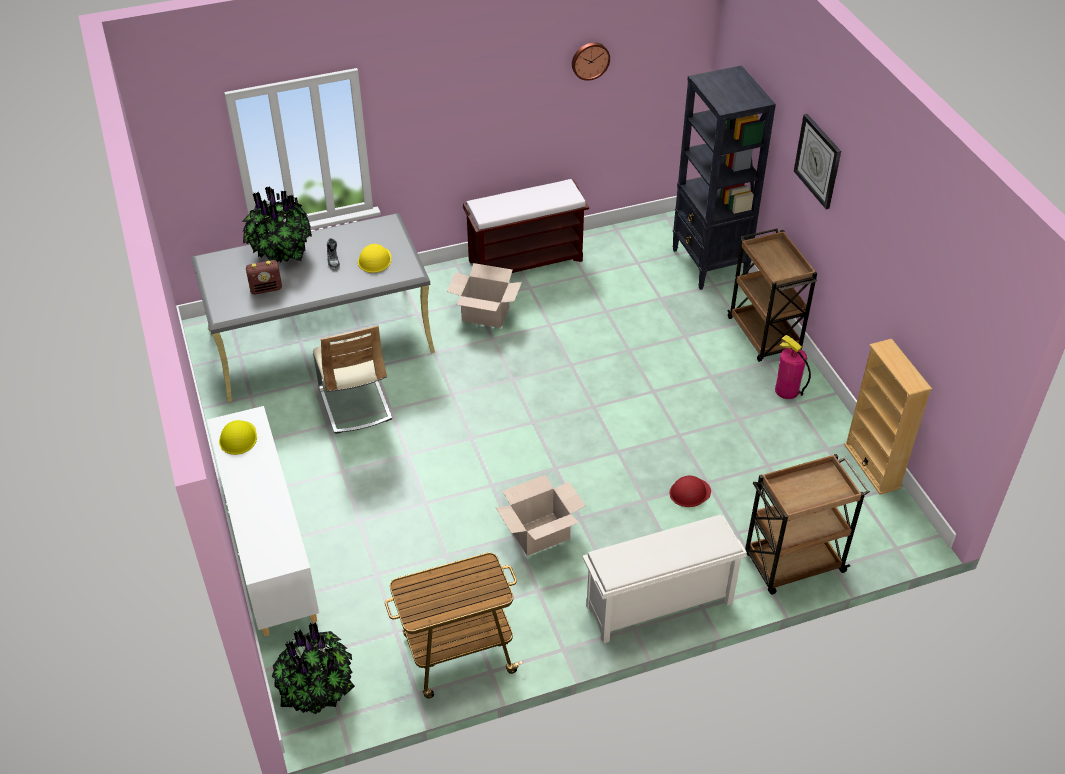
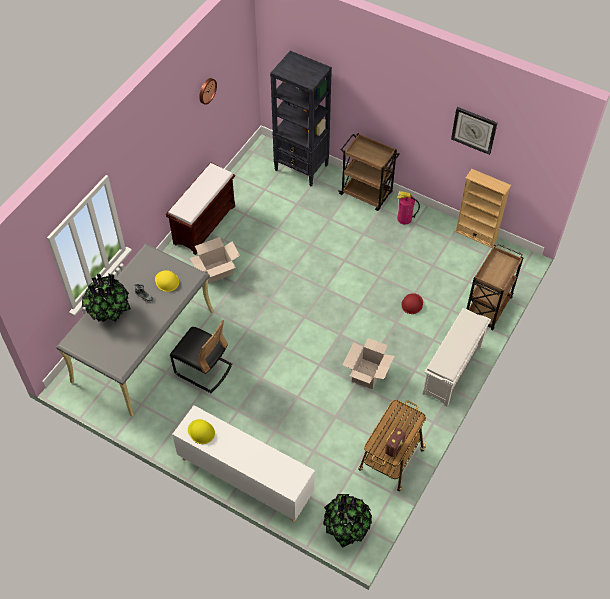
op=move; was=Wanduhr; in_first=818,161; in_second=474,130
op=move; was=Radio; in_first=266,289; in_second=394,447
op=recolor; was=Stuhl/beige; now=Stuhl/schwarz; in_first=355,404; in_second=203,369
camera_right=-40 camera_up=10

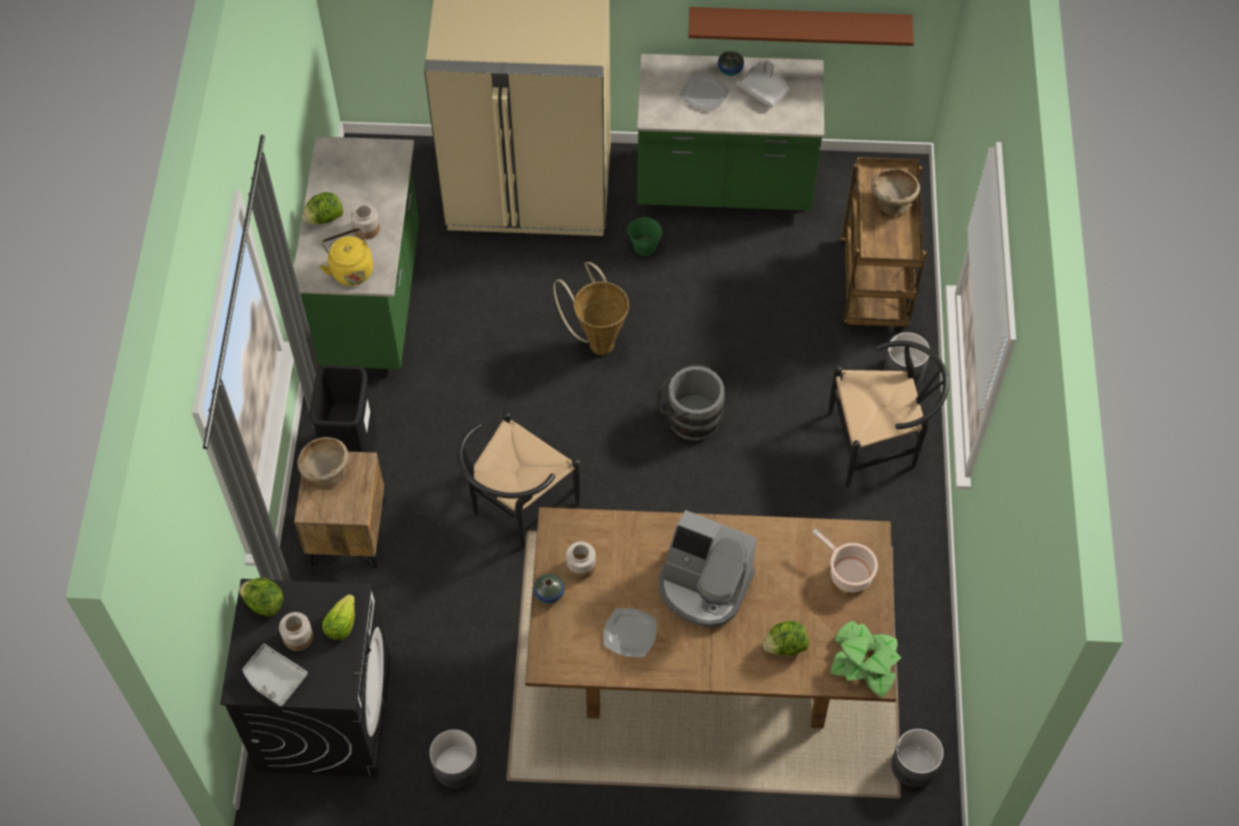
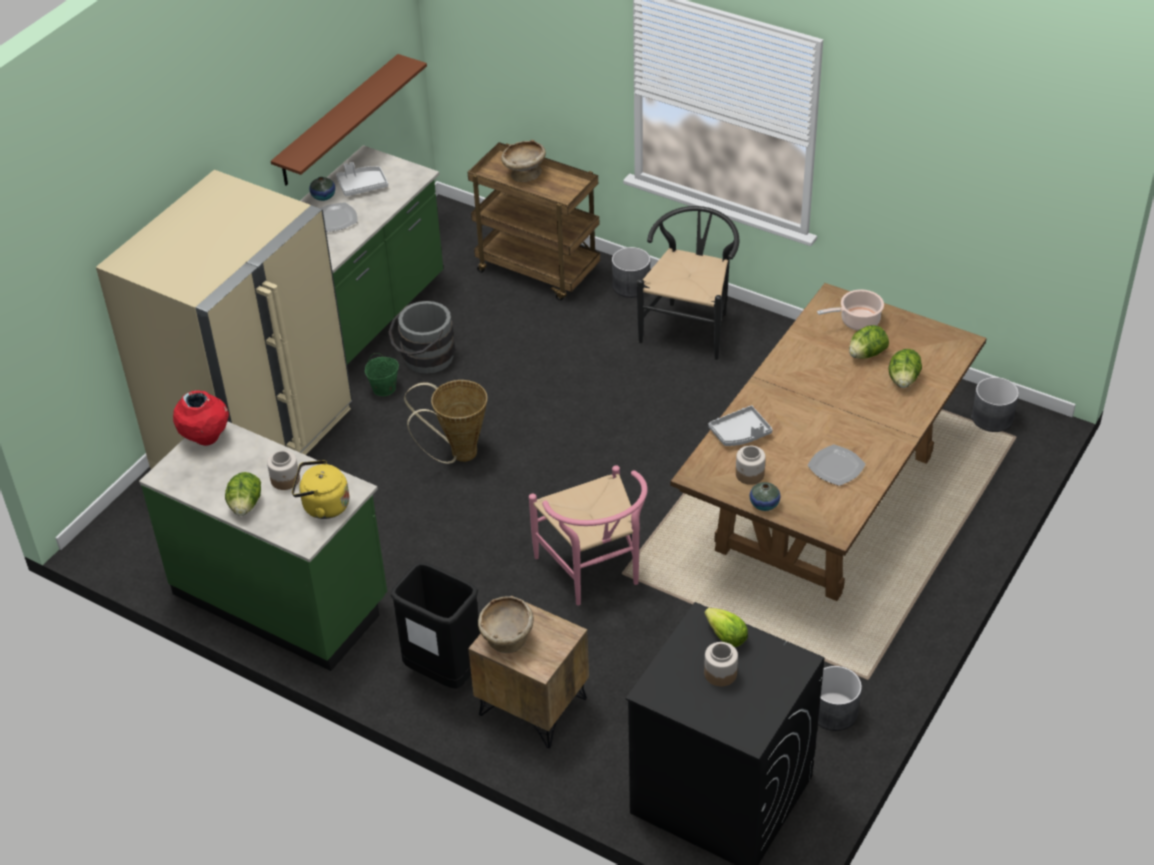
op=move; was=Eimer/grau; in_first=689,416; in_second=424,359
op=recolor; was=Stuhl/schwarz; now=Stuhl/rosa; in_first=516,510; in_second=595,573
op=delete; was=Kaffeemaschine; in_first=704,586
op=move; was=Salatkopf; in_first=264,603; in_second=866,354
op=delete; was=Topfpflanze; in_first=864,661
op=move; was=Tablett/grau; in_first=274,678; in_second=740,433
op=insert; now=Vase/rot; in_second=206,438
camera_right=-60 camera_up=-15

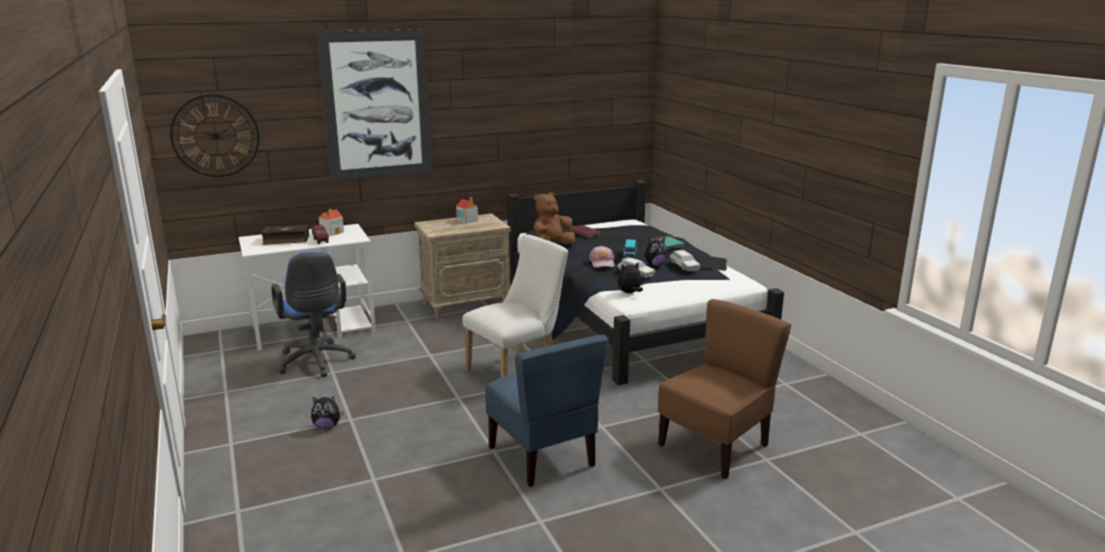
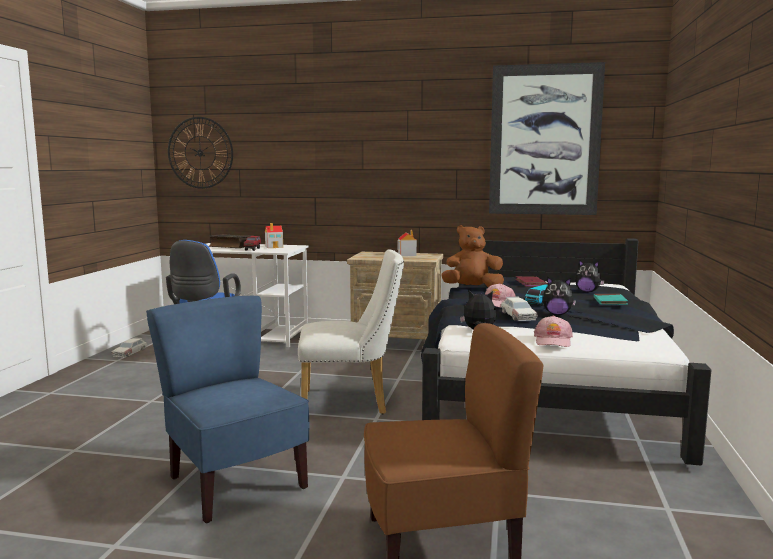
op=move; was=Bild; in_first=377,105; in_second=544,140
op=move; was=Spielzeugauto; in_first=684,265; in_second=130,352
op=rotate; was=Stuhl/blau; in_first=543,456; in_second=234,484; clockwise=135
op=move; was=Plüschtier; in_first=327,426; in_second=587,291
op=insert; now=Kappe/rosa; in_second=553,340
camera_right=35 camera_up=-10

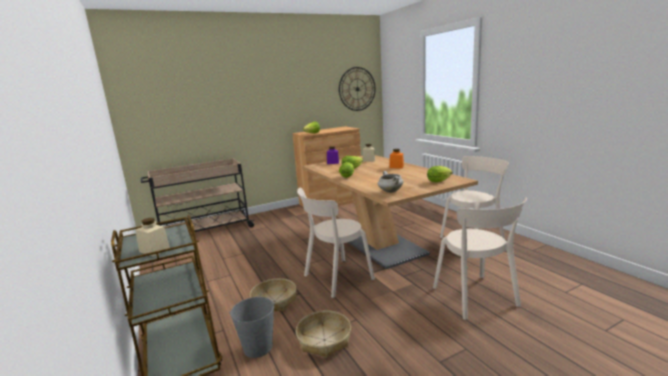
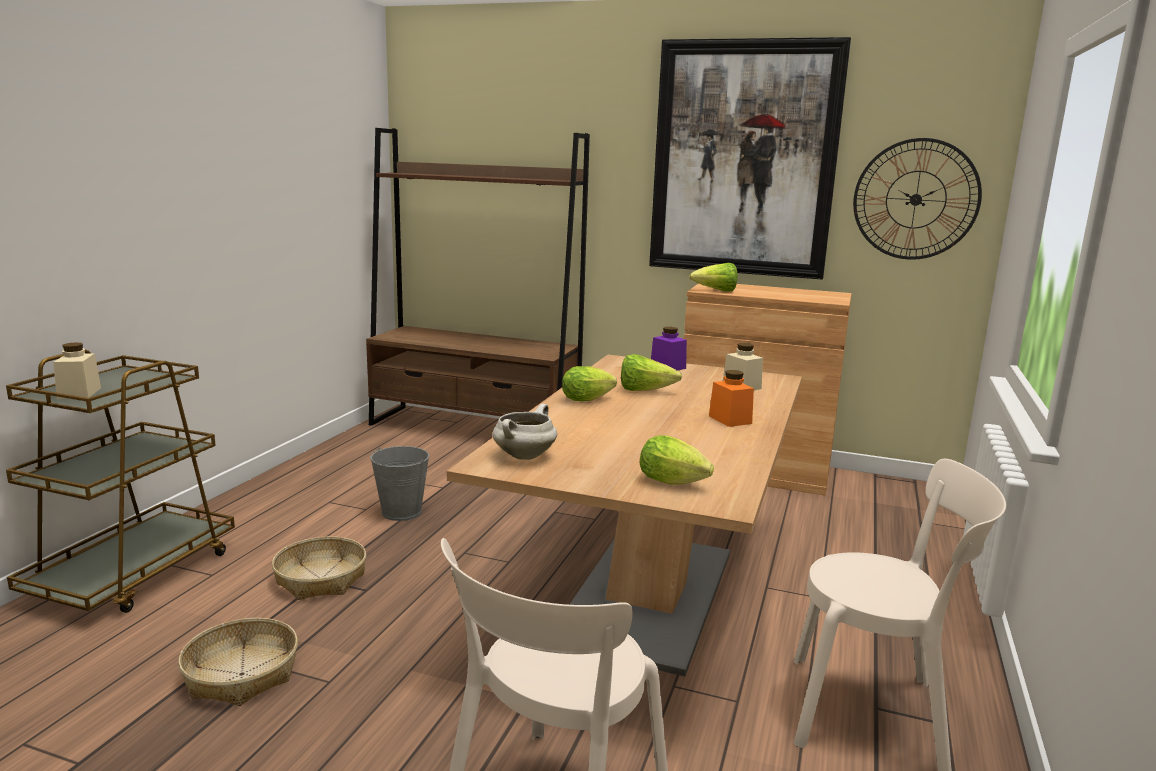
op=replace; was=Rollwagen/beige; now=Bücherregal/braun; in_first=204,231; in_second=474,429
op=delete; was=Stuhl/beige; in_first=335,278
op=move; was=Eimer/grau; in_first=258,347; in_second=402,512
op=insert; now=Bild; in_second=743,160
camera_right=45 camera_up=0

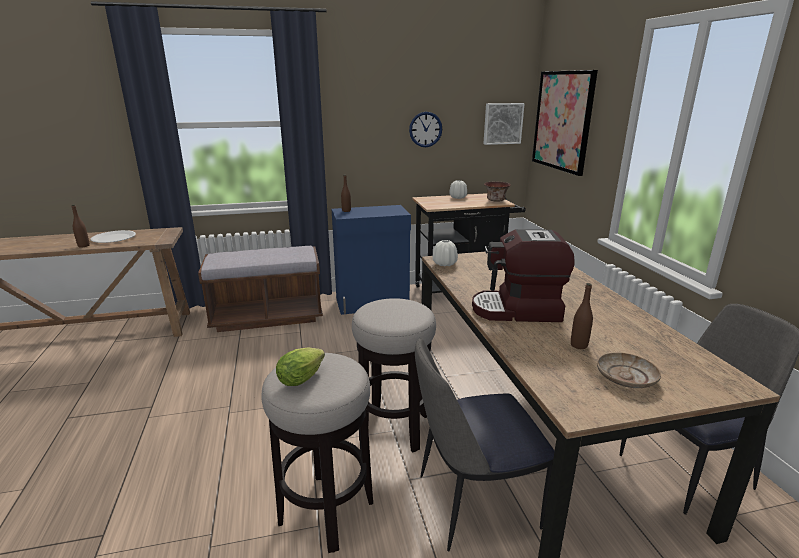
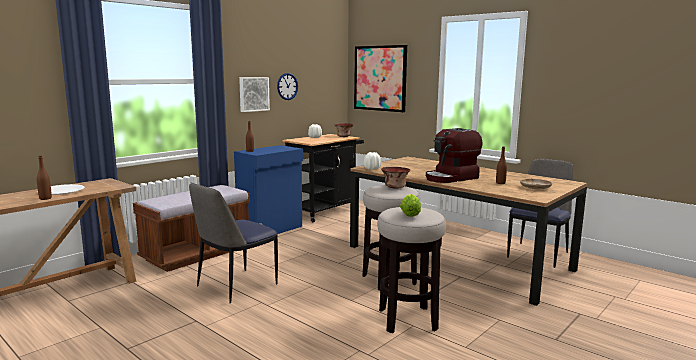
op=move; was=Bild; in_first=502,123; in_second=253,94
op=move; was=Stuhl; in_first=473,502; in_second=235,286
op=insert; now=Schüssel; in_second=394,187
camera_right=-35 camera_up=-10

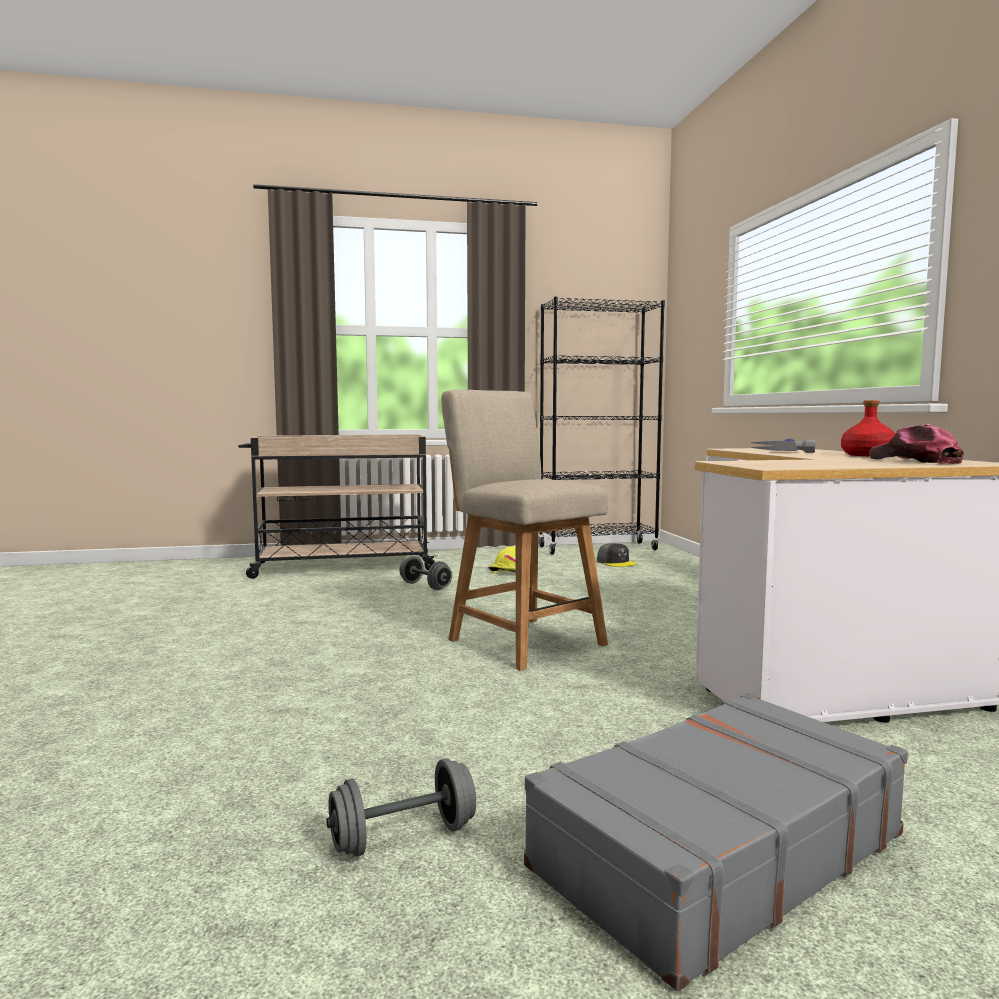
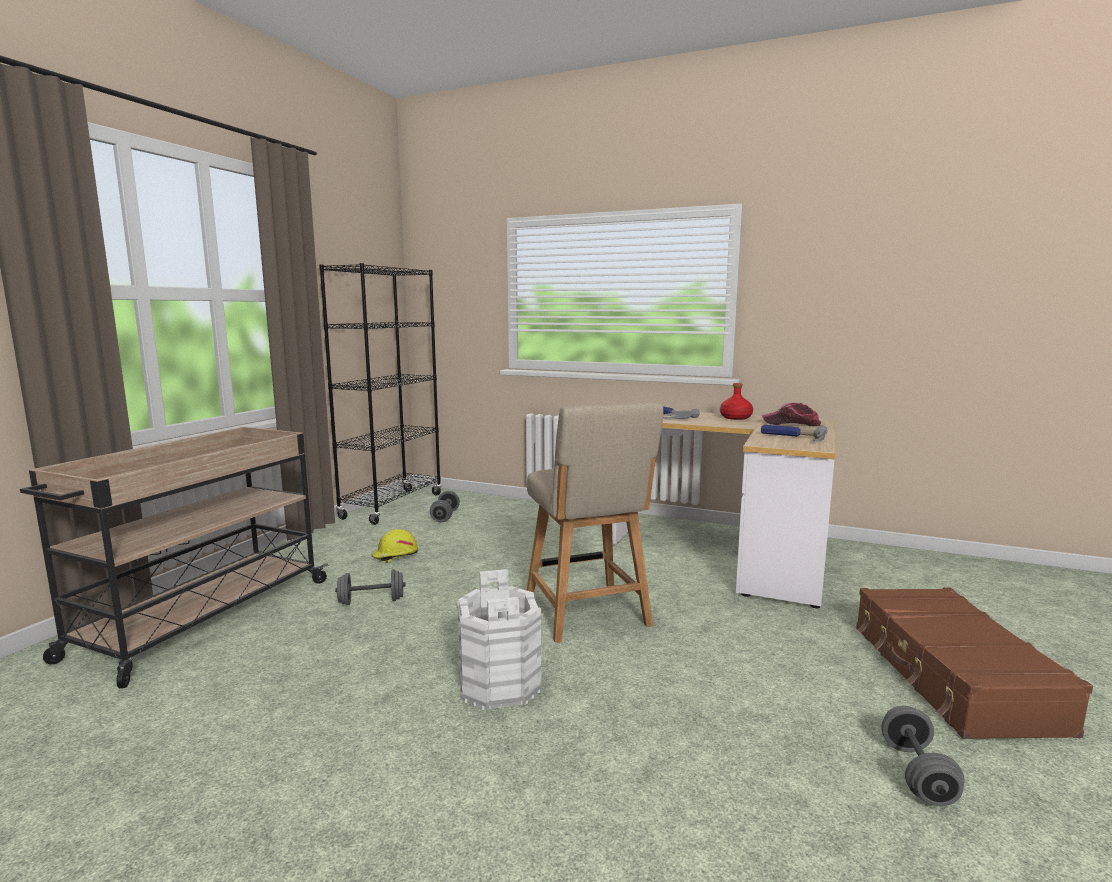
op=rotate; was=Stuhl/beige; in_first=522,640; in_second=588,614; clockwise=-105
op=replace; was=Kappe/grau; now=Hantel/grau; in_first=616,562; in_second=445,516
op=recolor; was=Koffer/grau; now=Koffer/braun; in_first=716,850; in_second=951,677
op=insert; now=Hammer; in_second=792,437
op=insert; now=Eimer/weiß; in_second=500,684
camera_right=-55 camera_up=5

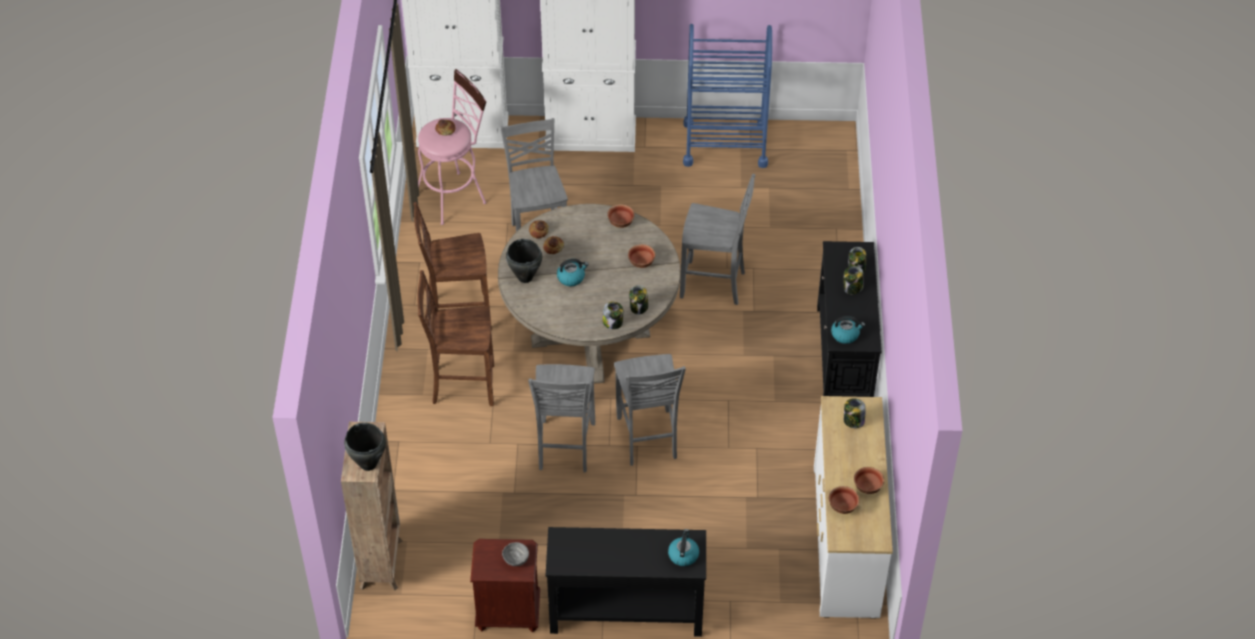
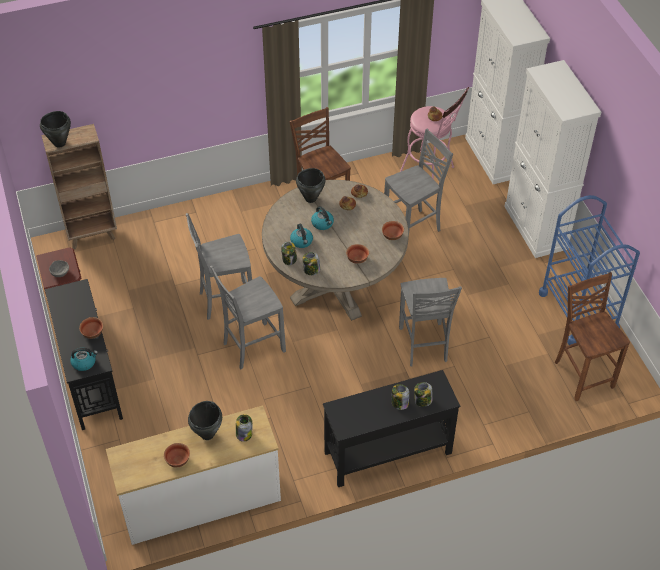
op=move; was=Stuhl/braun; in_first=461,385; in_second=582,374
op=move; was=Wasserkessel; in_first=845,334; in_second=302,241
op=move; was=Schüssel; in_first=843,506; in_second=93,333
op=insert; now=Kochtopf/schwarz; in_second=208,434
camera_right=70 camera_up=0

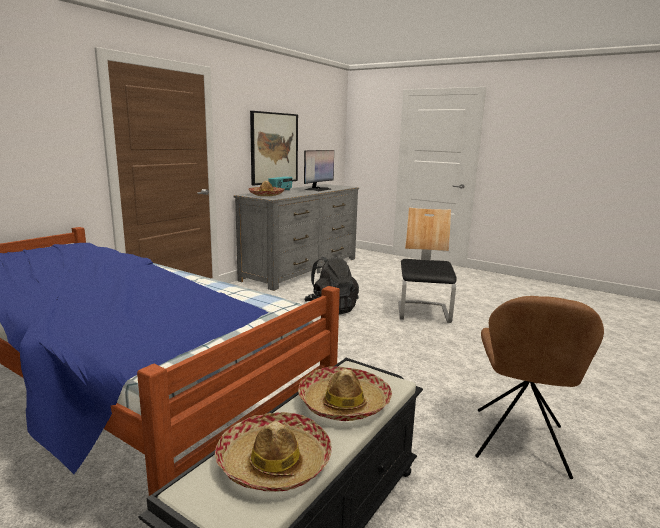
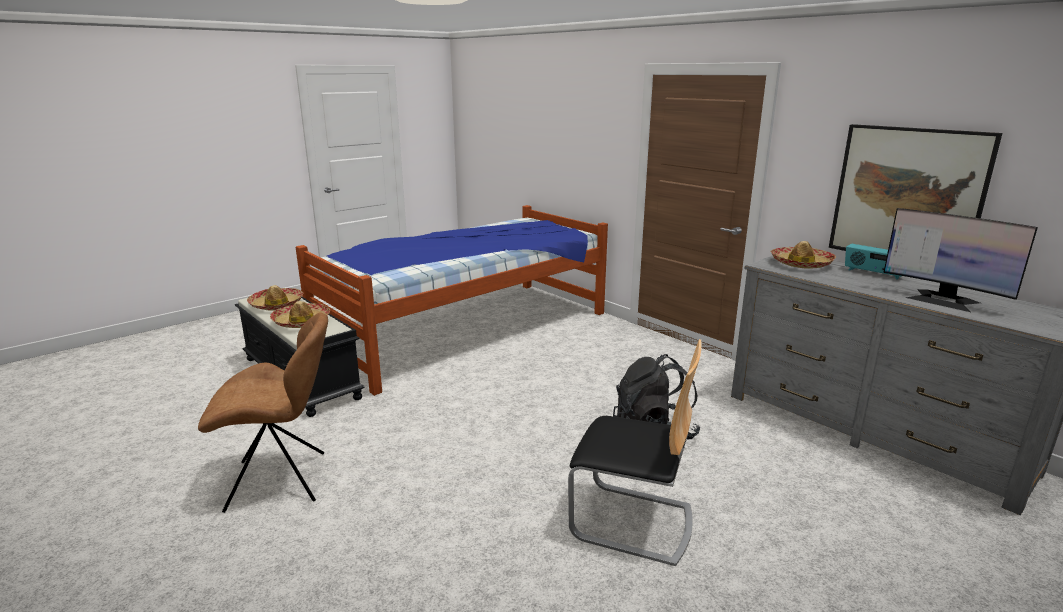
op=rotate; was=Stuhl/braun; in_first=520,444; in_second=282,480; clockwise=135
camera_right=105 camera_up=5

